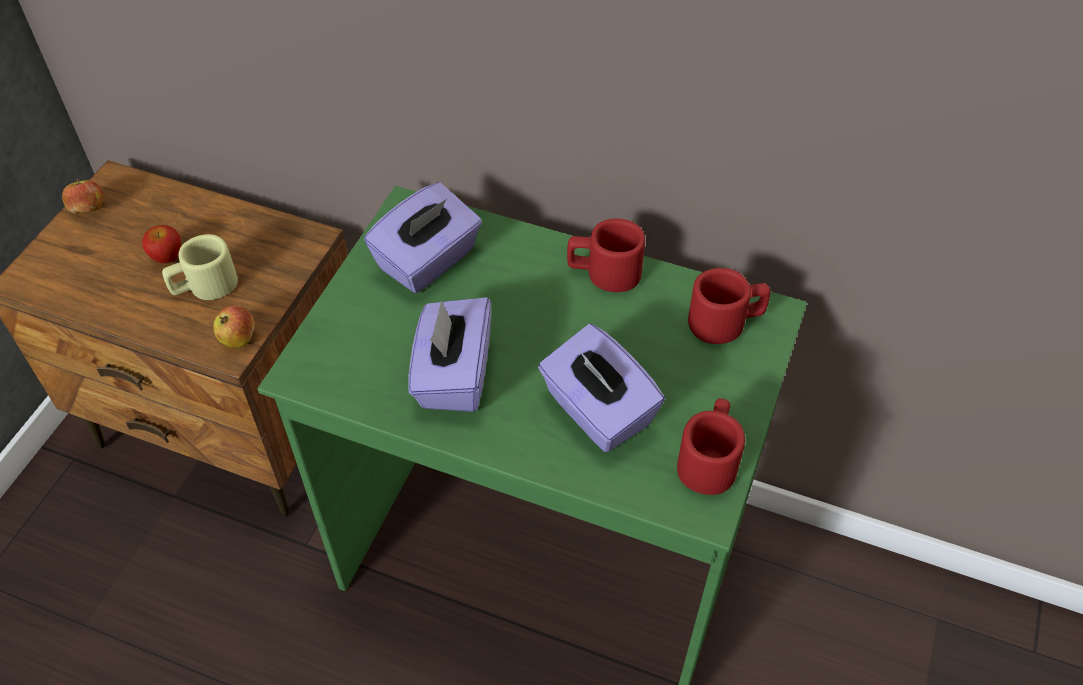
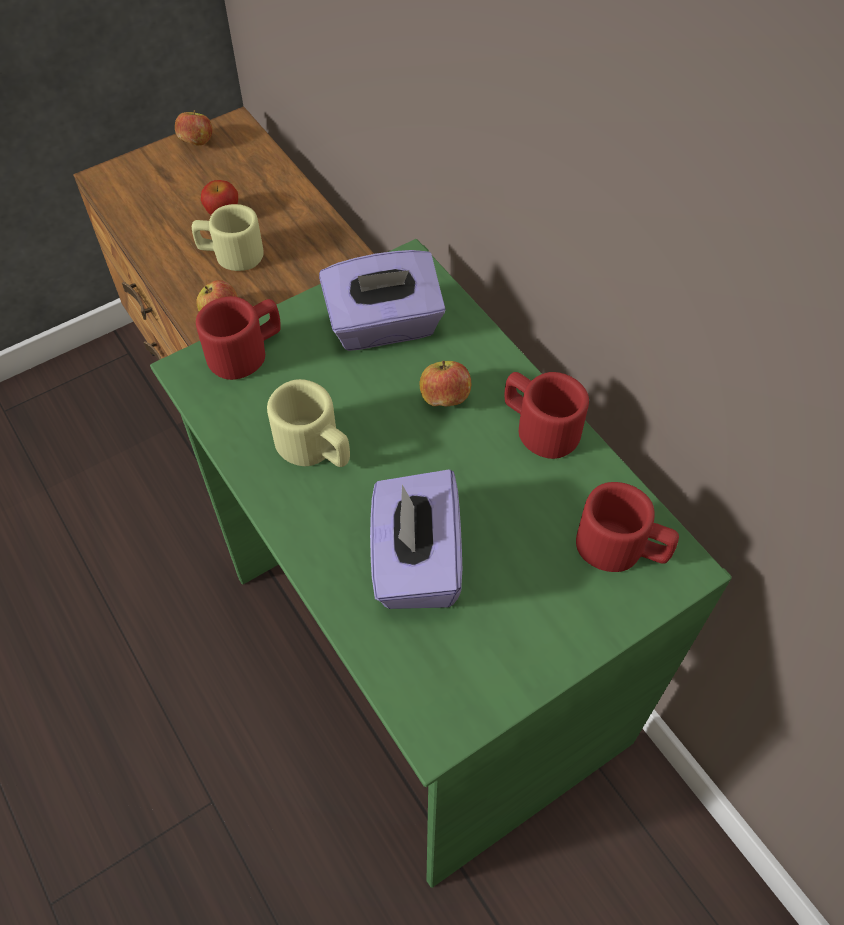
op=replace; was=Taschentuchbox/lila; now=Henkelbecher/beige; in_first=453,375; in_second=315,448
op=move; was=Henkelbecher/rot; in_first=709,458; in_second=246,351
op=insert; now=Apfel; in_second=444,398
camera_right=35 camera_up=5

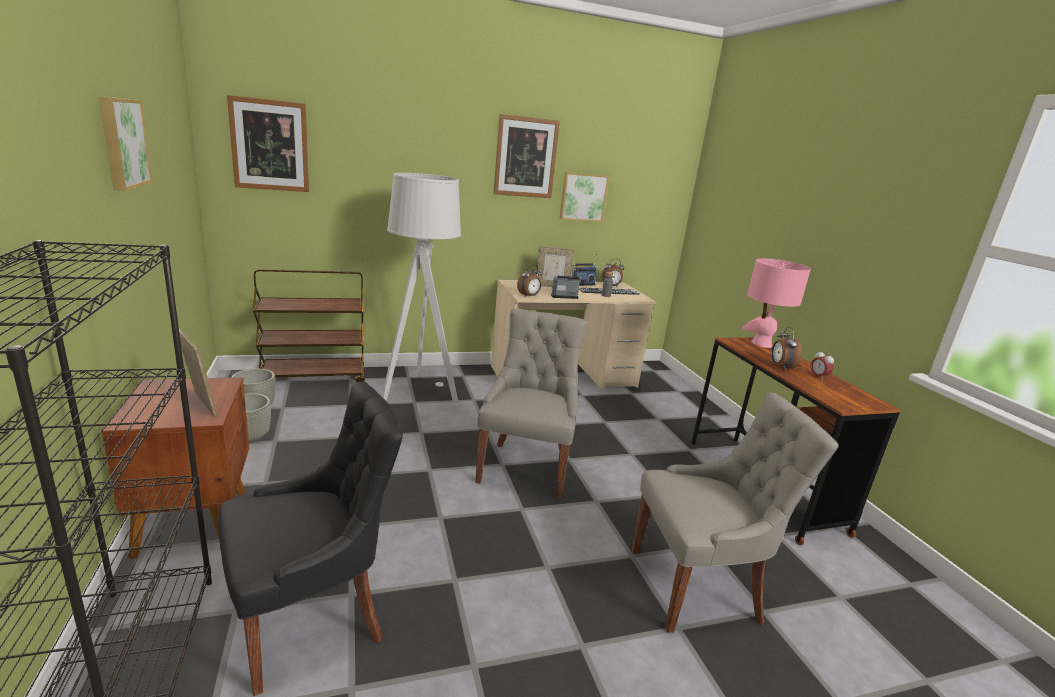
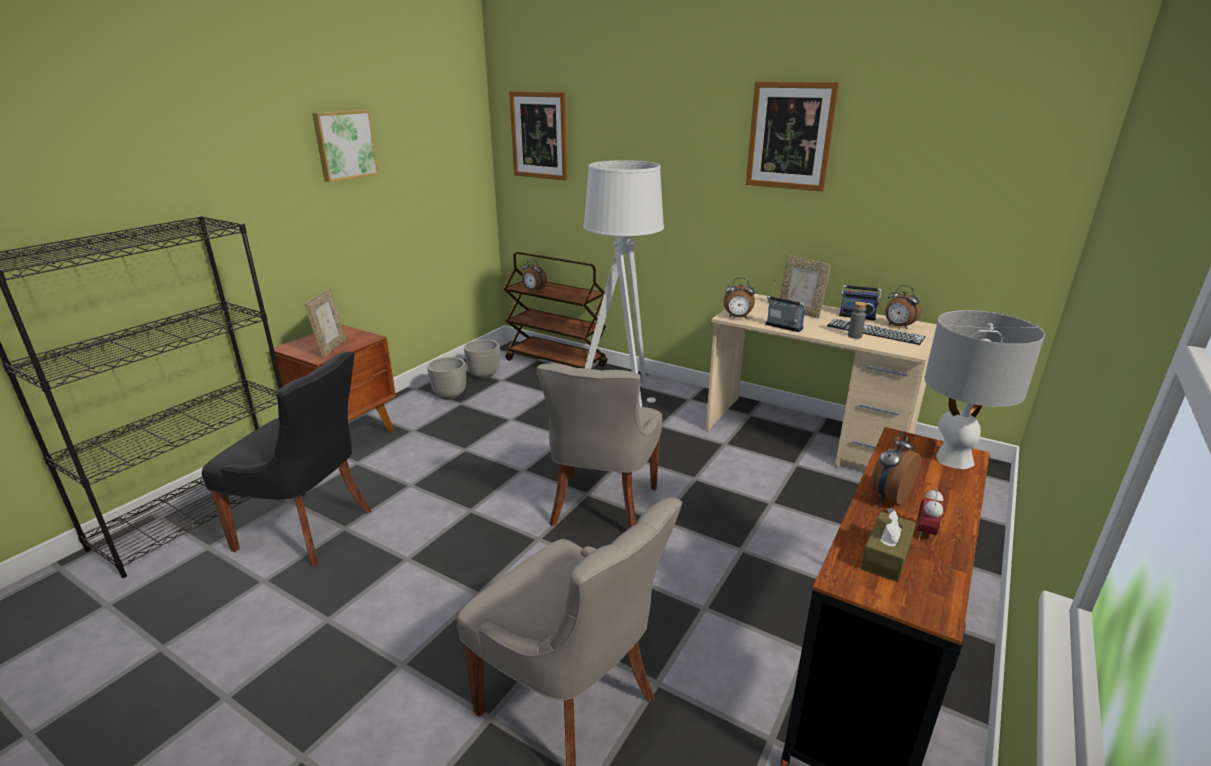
op=delete; was=Bild; in_first=583,197
op=recolor; was=Tischlampe/rosa; now=Tischlampe/grau; in_first=761,344; in_second=953,459
op=rotate; was=Stuhl/grau; in_first=525,468; in_second=602,507; clockwise=135
op=insert; now=Wecker; in_second=534,291
op=insert; now=Taschentuchbox/braun; in_second=886,556
camera_right=50 camera_up=5

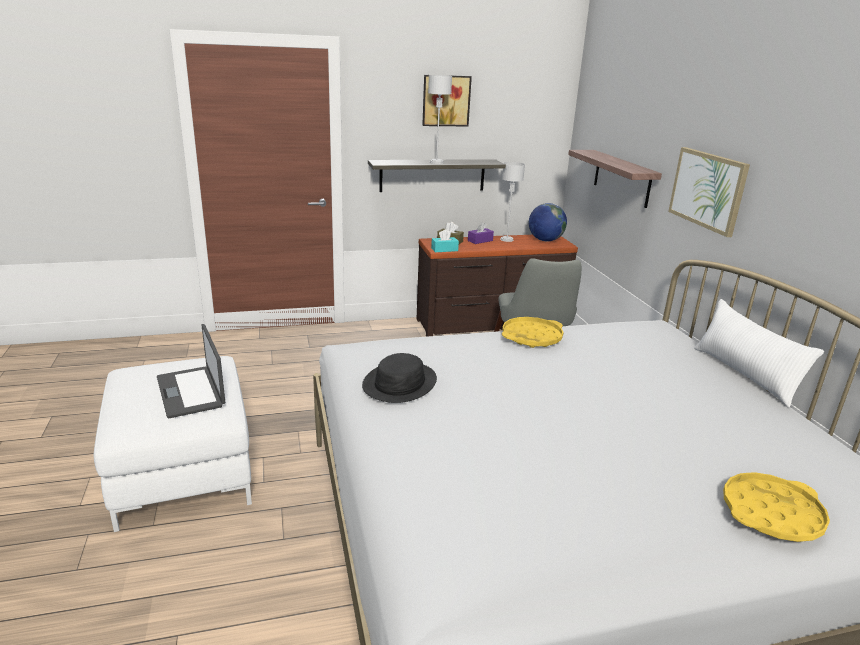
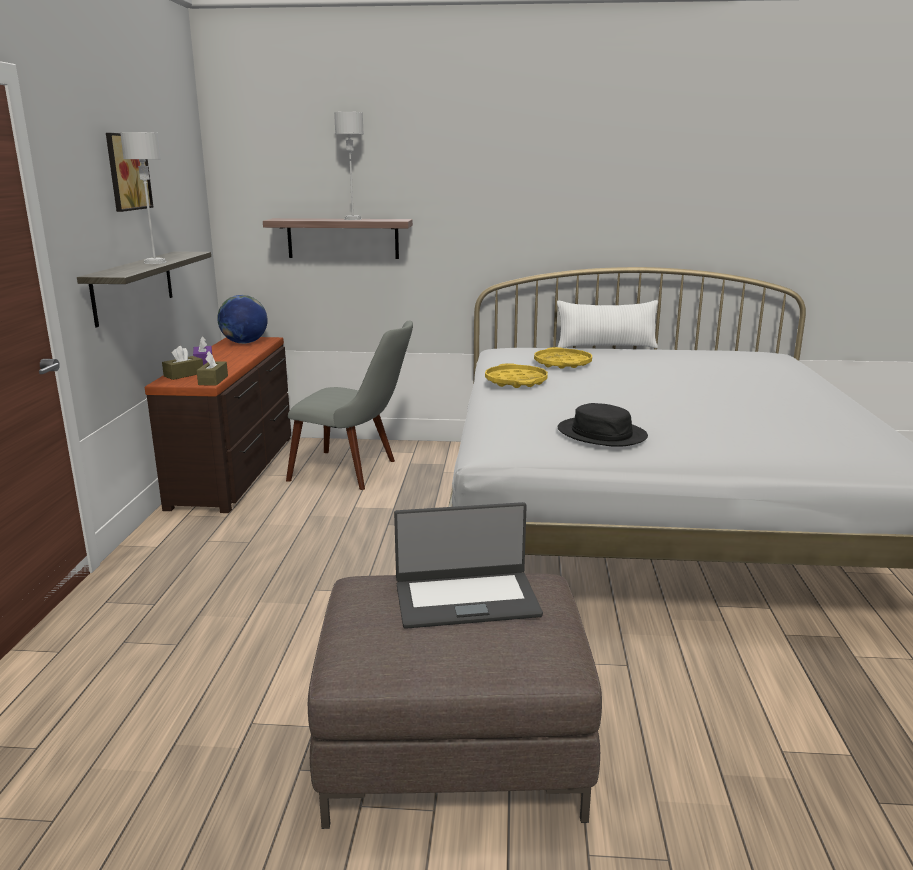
op=delete; was=Bild; in_first=707,190
op=move; was=Tischlampe/grau; in_first=506,239; in_second=352,219
op=recolor; was=Taschentuchbox/türkis; now=Taschentuchbox/braun; in_first=444,249; in_second=213,380
op=recolor; was=Polsterhocker/weiß; now=Polsterhocker/braun; in_first=184,470; in_second=453,748
op=move; was=Tablett/gelb; in_first=771,513; in_second=562,363
camera_right=-70 camera_up=-5

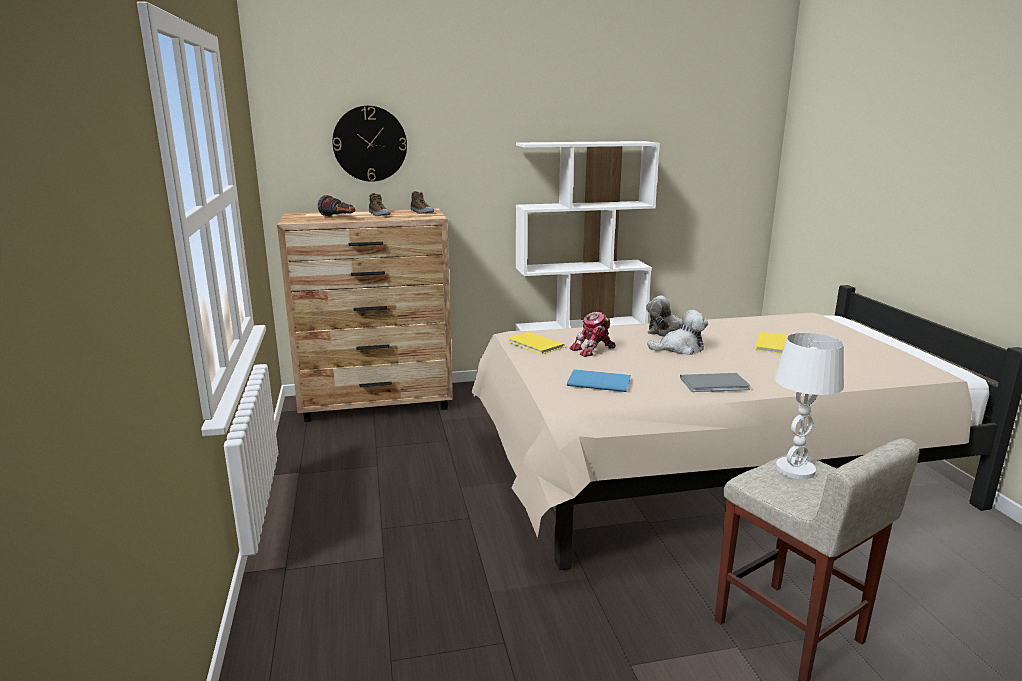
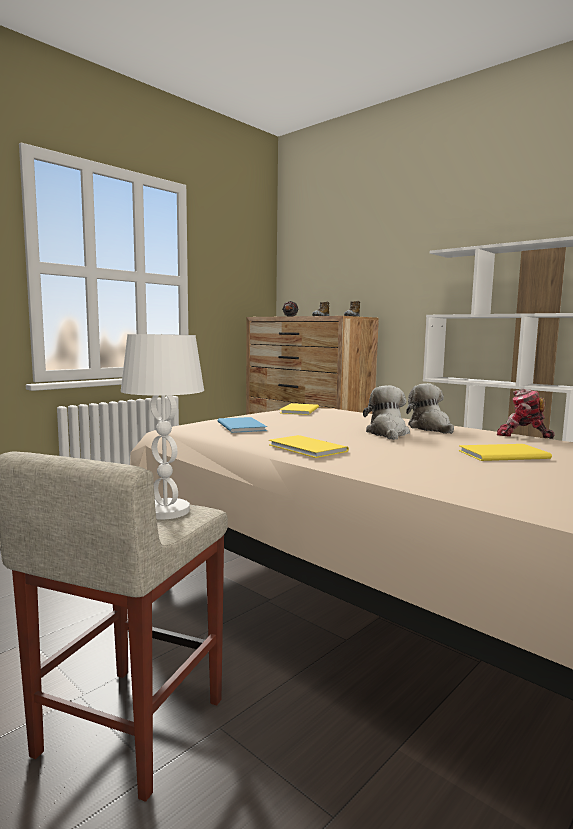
op=delete; was=Wanduhr; in_first=370,144
op=rotate; was=Plüschtier; in_first=680,348; in_second=387,433; clockwise=-135
op=move; was=Spielzeugroboter; in_first=593,350; in_second=522,435
op=recolor; was=Buch/grau; now=Buch/gelb; in_first=716,384; in_second=307,448
camera_right=55 camera_up=-10

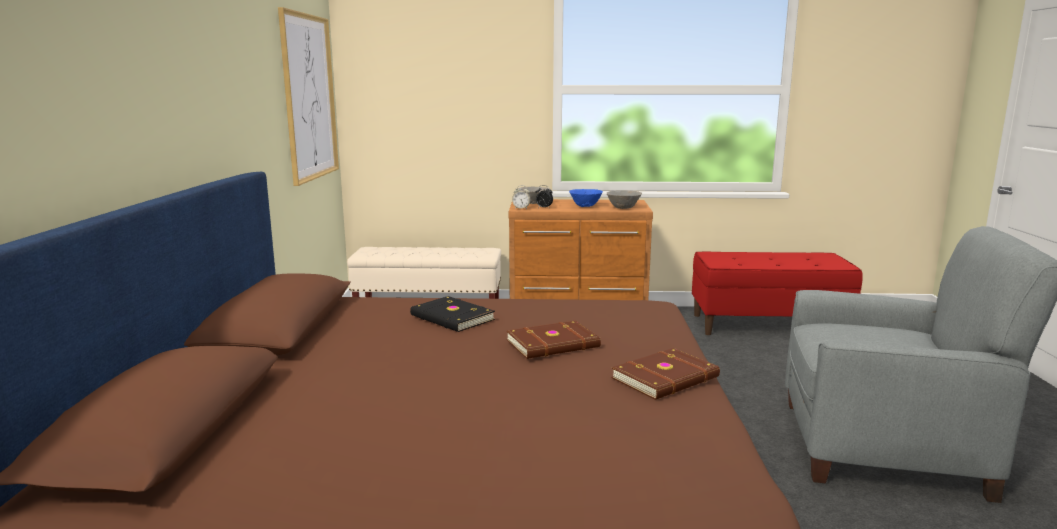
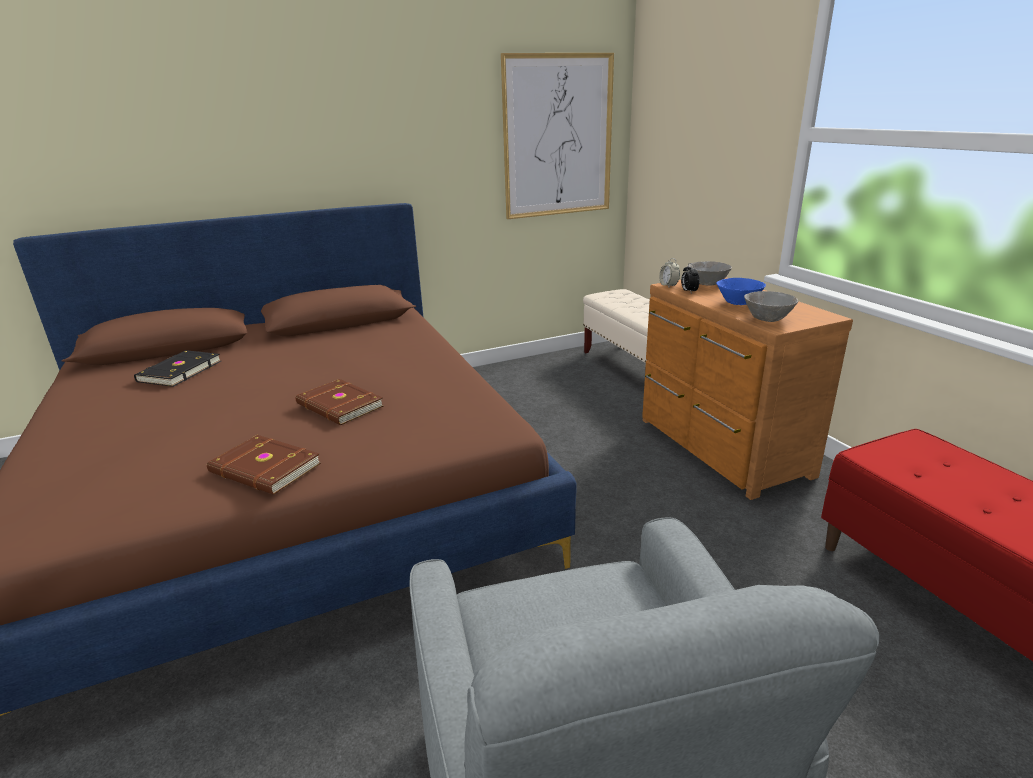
op=move; was=Buch/schwarz; in_first=451,318; in_second=178,371
camera_right=65 camera_up=10

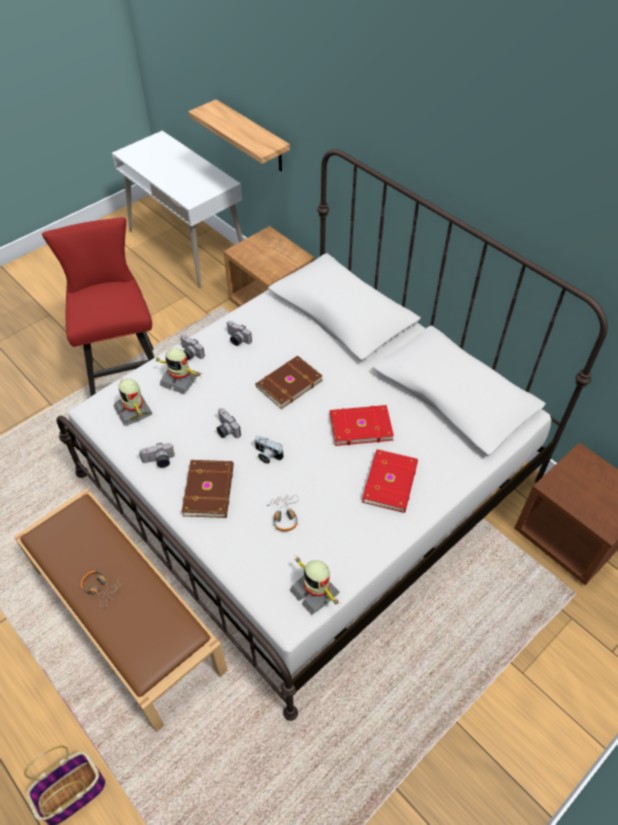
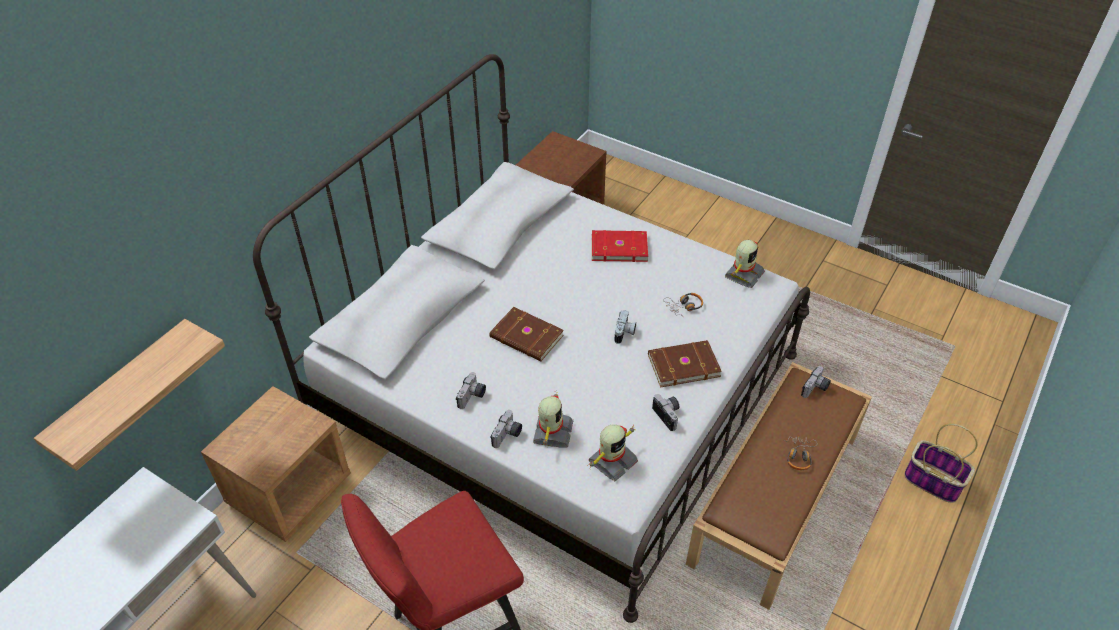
op=delete; was=Buch/rot; in_first=360,426
op=move; was=Kamera; in_first=225,430; in_second=815,389
camera_right=-105 camera_up=-5

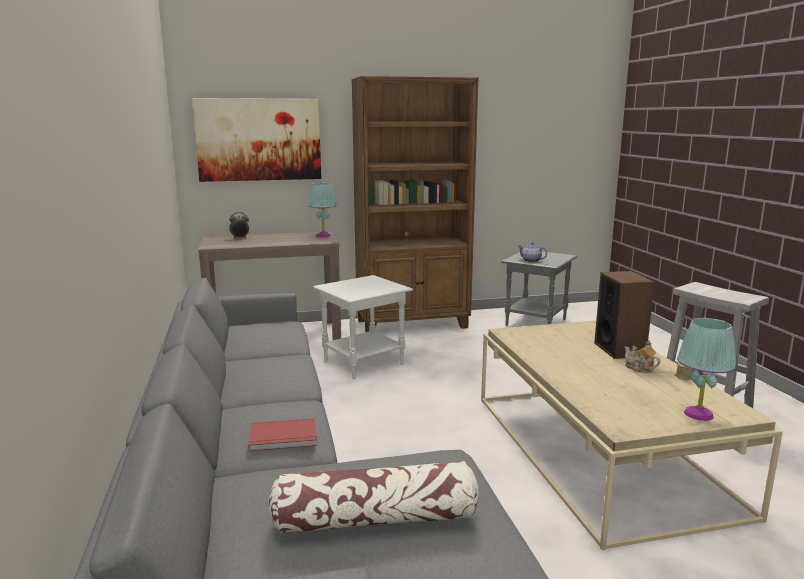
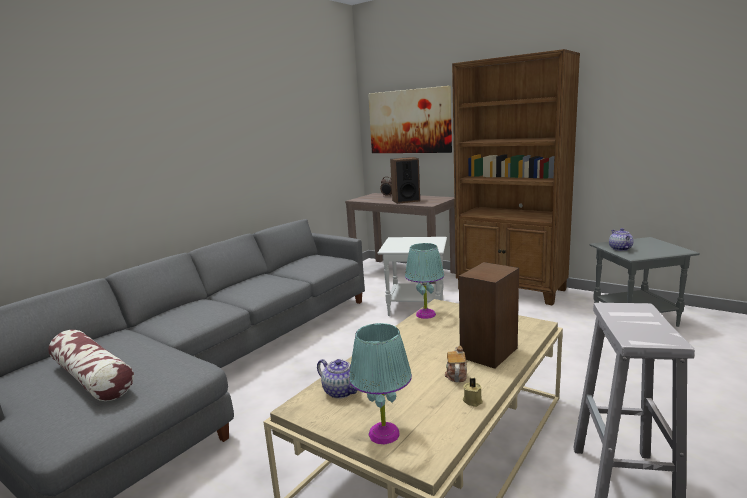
op=move; was=Tischlampe/türkis; in_first=324,235; in_second=426,314
op=delete; was=Buch/rot; in_first=283,438
op=insert; now=Lautsprecher; in_second=406,201
op=insert; now=Teekanne; in_second=341,391
camera_right=50 camera_up=0

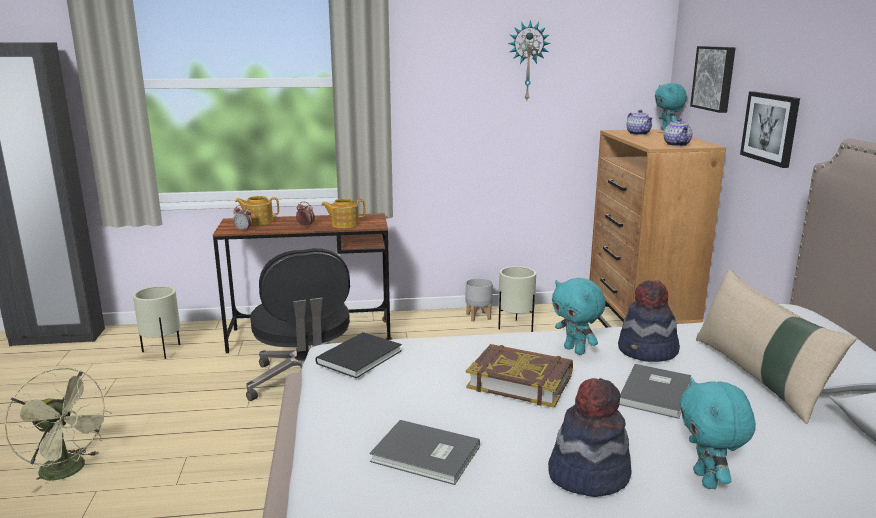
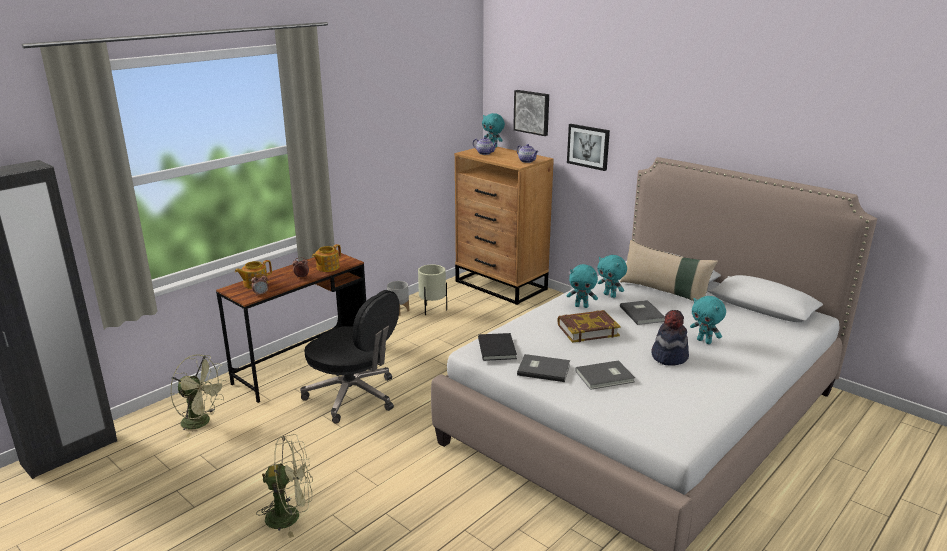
op=delete; was=Wanduhr; in_first=527,61
op=replace; was=Hut; now=Plüschtier/türkis; in_first=647,352; in_second=610,295
op=replace; was=Pflanzkübel/beige; now=Ventilator/grün; in_first=163,352; in_second=202,422
op=insert; now=Buch/grau; in_second=543,369
camera_right=-40 camera_up=5

